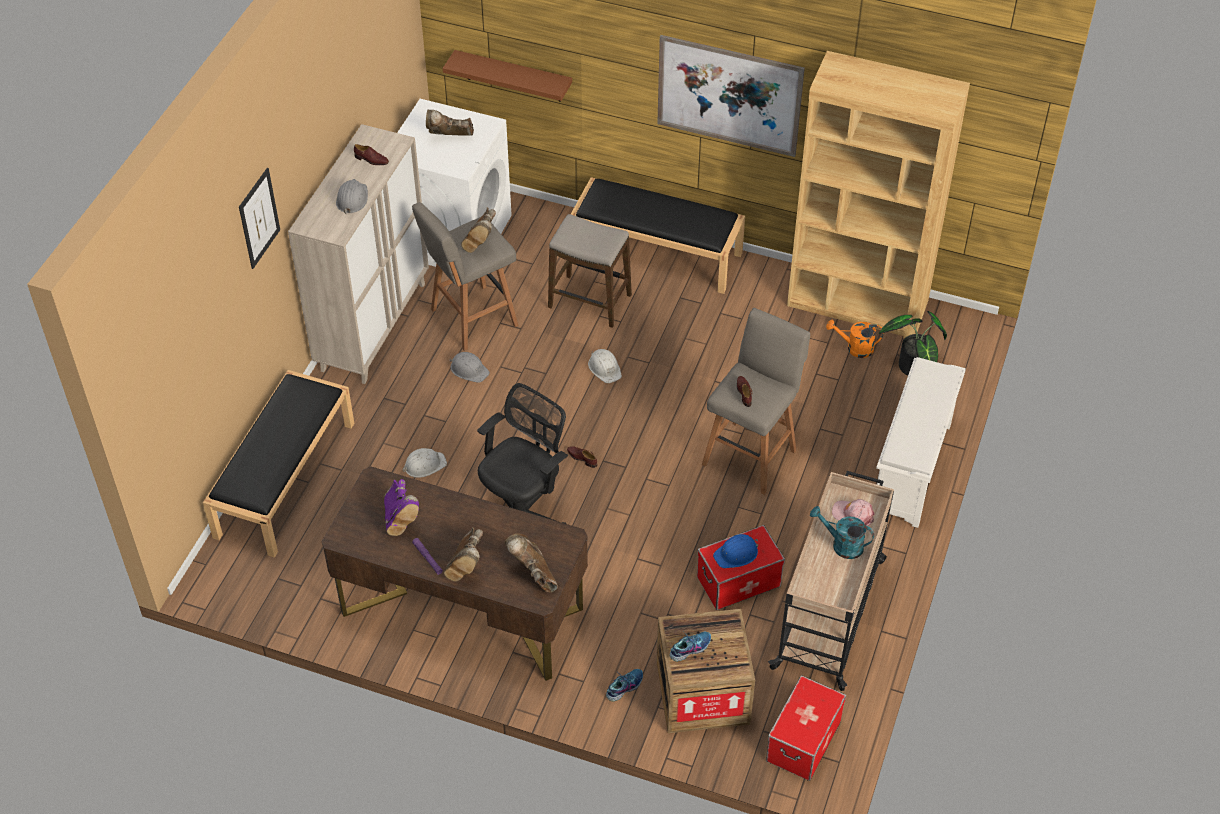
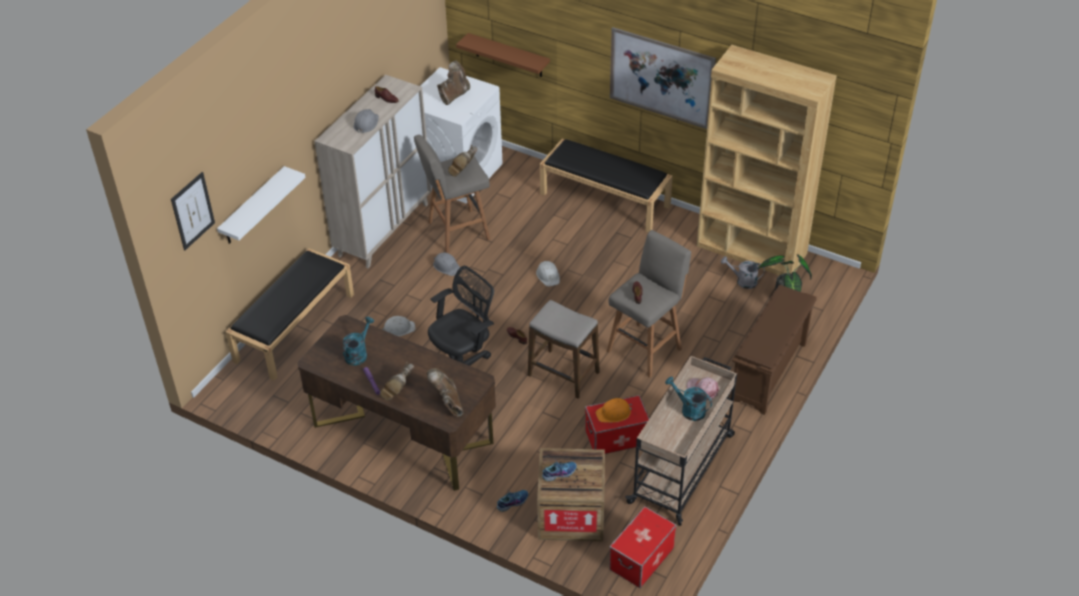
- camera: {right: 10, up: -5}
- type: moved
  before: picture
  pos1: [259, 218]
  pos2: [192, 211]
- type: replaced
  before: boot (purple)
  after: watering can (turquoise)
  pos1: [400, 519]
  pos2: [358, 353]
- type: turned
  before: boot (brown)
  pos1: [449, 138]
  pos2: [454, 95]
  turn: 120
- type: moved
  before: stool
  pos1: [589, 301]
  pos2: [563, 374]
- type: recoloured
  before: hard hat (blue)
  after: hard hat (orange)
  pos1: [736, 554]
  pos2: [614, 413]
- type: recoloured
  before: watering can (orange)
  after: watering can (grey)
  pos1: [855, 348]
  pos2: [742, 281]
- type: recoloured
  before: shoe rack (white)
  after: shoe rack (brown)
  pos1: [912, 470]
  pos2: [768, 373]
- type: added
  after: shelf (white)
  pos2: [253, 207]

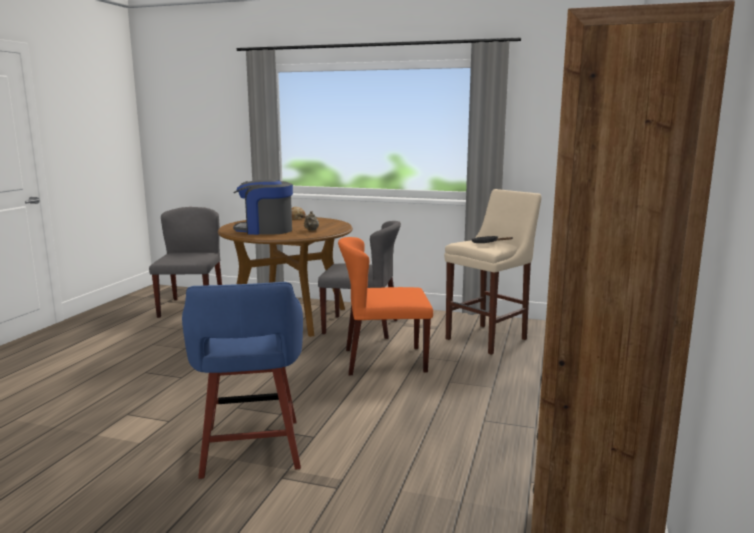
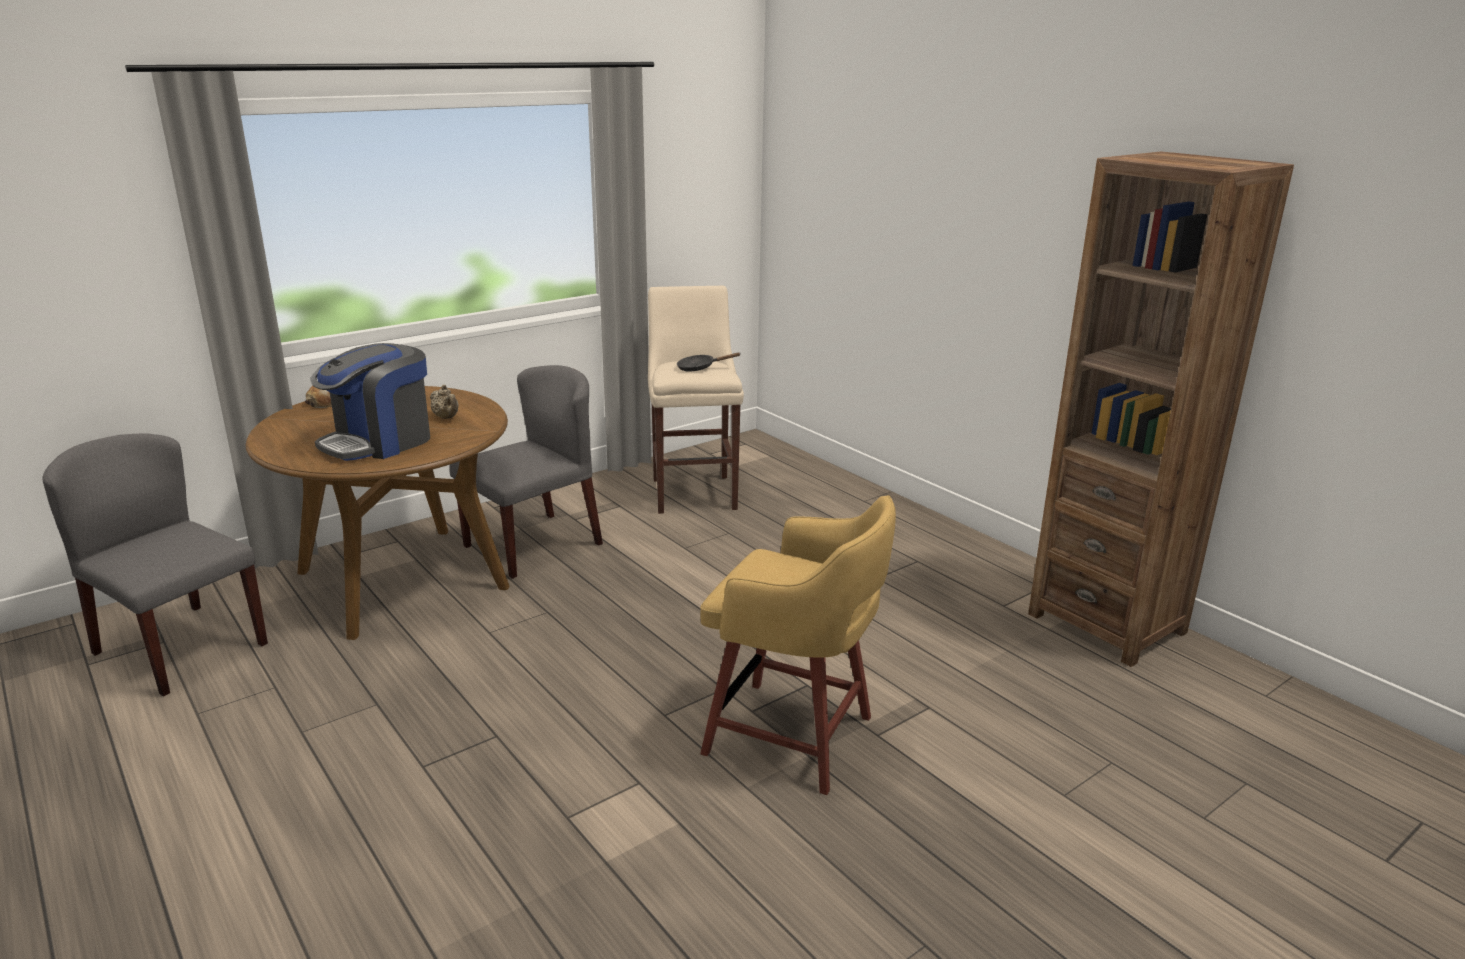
- camera: {right: -55, up: 10}
- type: recoloured
  before: stool (blue)
  after: stool (yellow)
  pos1: [250, 450]
  pos2: [793, 738]
- type: removed
  before: chair (orange)
  pos1: [384, 360]

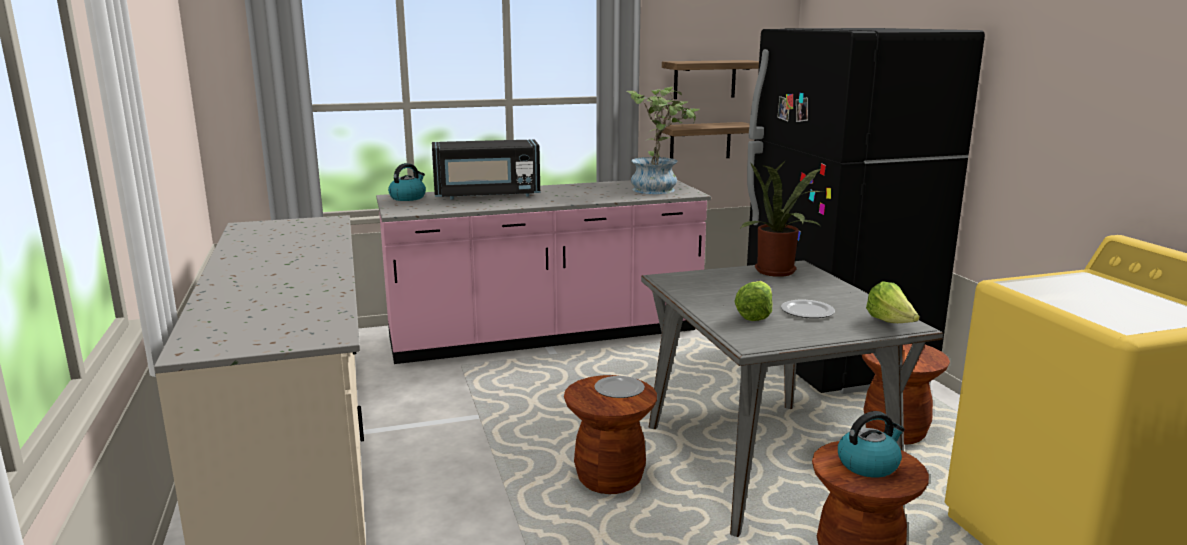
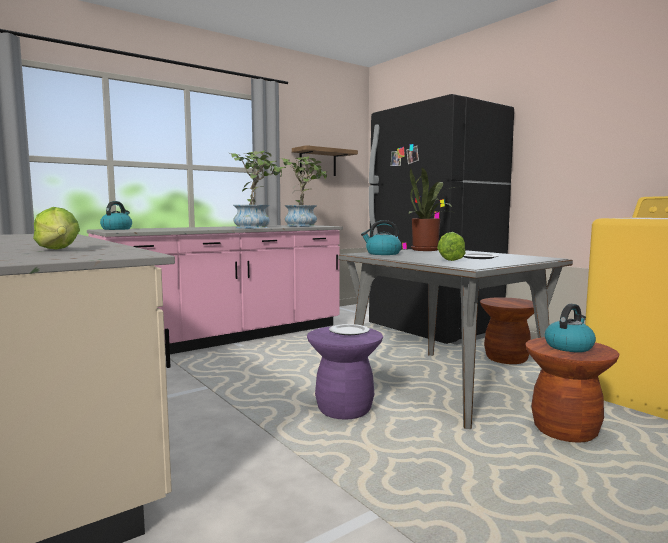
- camera: {right: -20, up: -10}
- type: removed
  before: microwave (black)
  pos1: [487, 195]
- type: recoloured
  before: stool (brown)
  after: stool (purple)
  pos1: [610, 479]
  pos2: [344, 410]
- type: removed
  before: shelf
  pos1: [700, 141]
- type: moved
  before: lettuce
  pos1: [891, 323]
  pos2: [58, 250]
- type: added
  after: potted plant
  pos2: [256, 227]
- type: added
  after: kettle
  pos2: [382, 253]

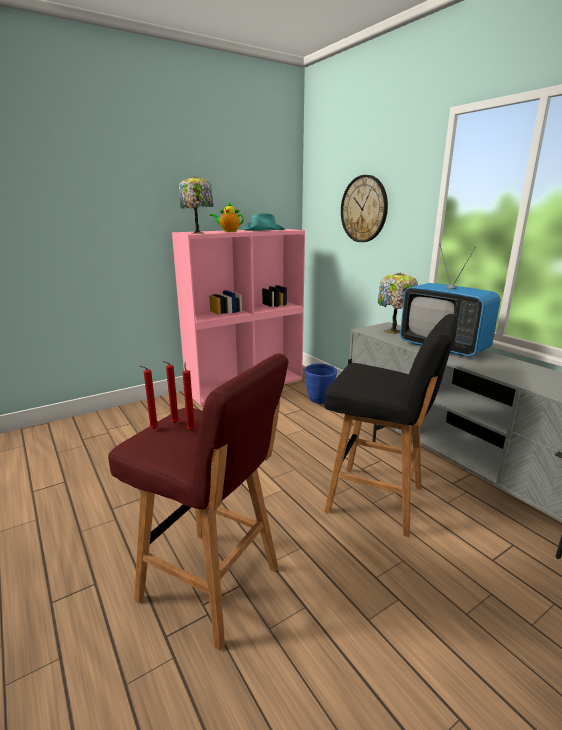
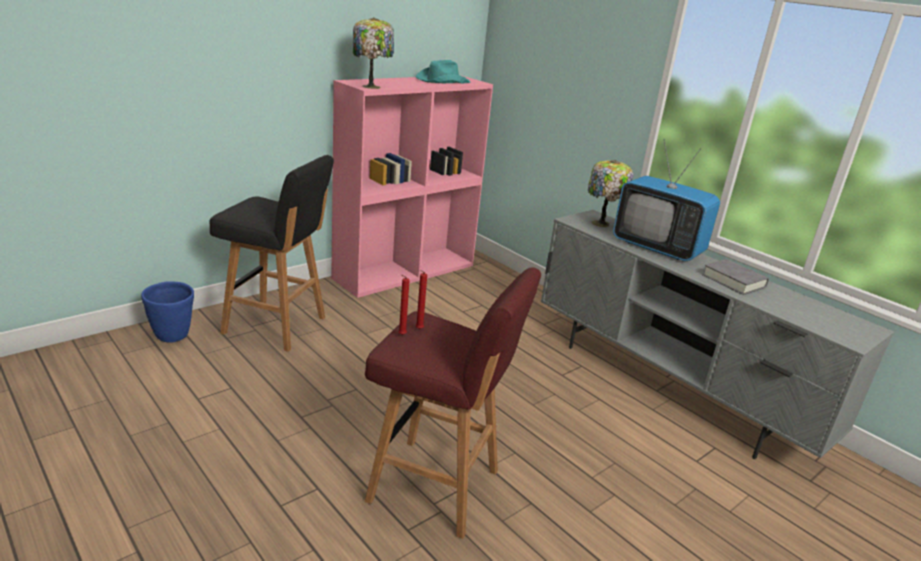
- camera: {right: -10, up: 5}
- type: removed
  before: candle (red)
  pos1: [191, 429]
- type: removed
  before: teapot
  pos1: [228, 231]
- type: moved
  before: planter (blue)
  pos1: [319, 400]
  pos2: [172, 336]
- type: moved
  before: stool (black)
  pos1: [377, 500]
  pos2: [277, 326]
- type: removed
  before: wall clock
  pos1: [364, 209]
- type: added
  after: book (grey)
  pos2: [733, 281]

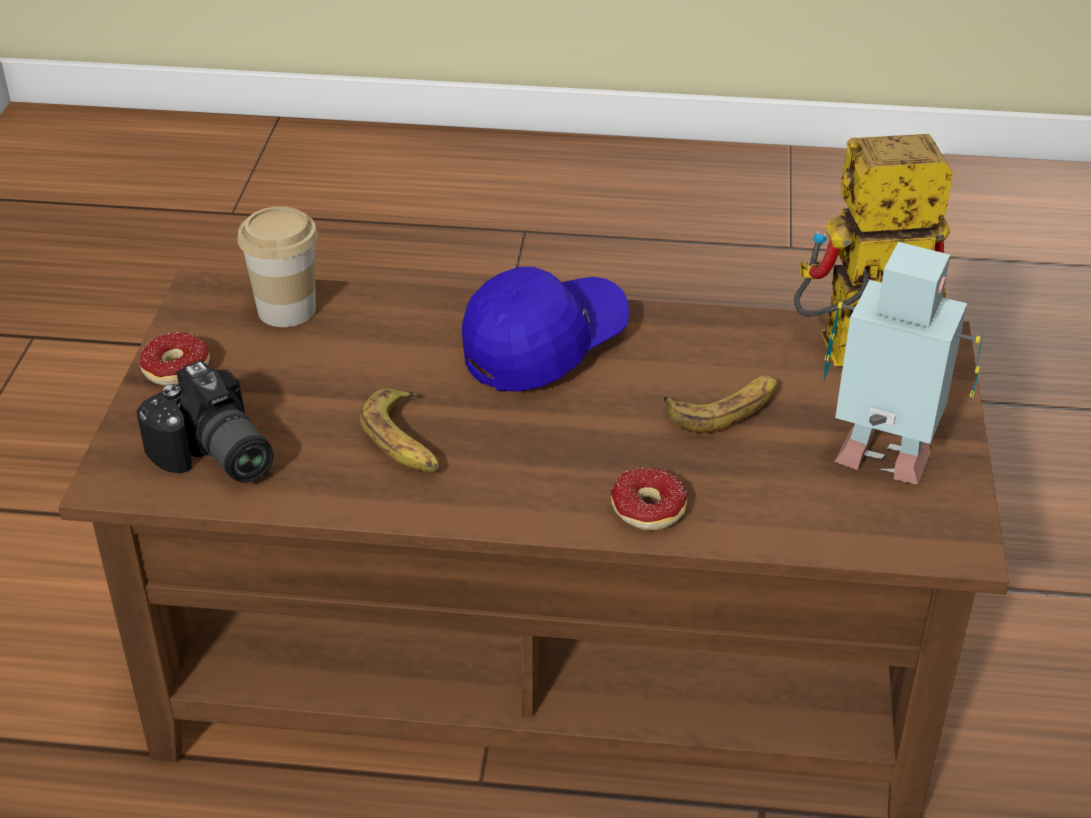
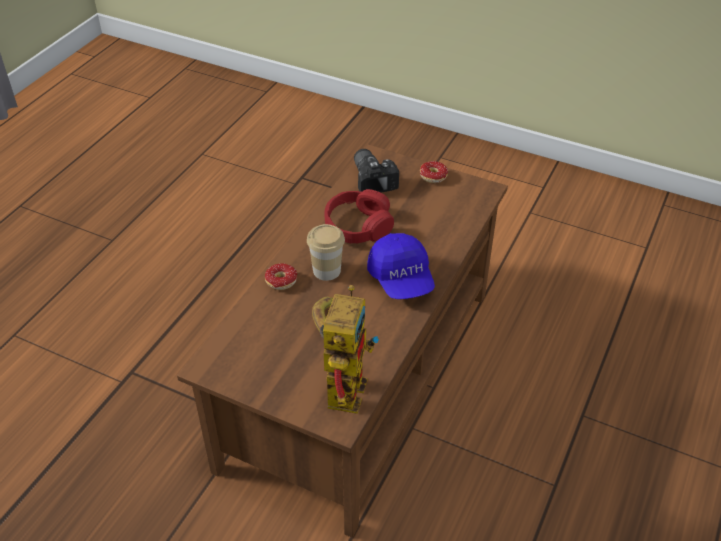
- camera: {right: 110, up: 5}
- type: turned
  before: photo camera
  pos1: [213, 458]
  pos2: [374, 178]
  turn: 90
- type: moved
  before: cup
  pos1: [287, 310]
  pos2: [326, 270]
- type: replaced
  before: banana
  after: headphones (red)
  pos1: [405, 442]
  pos2: [358, 226]
- type: removed
  before: toy robot
  pos1: [883, 465]

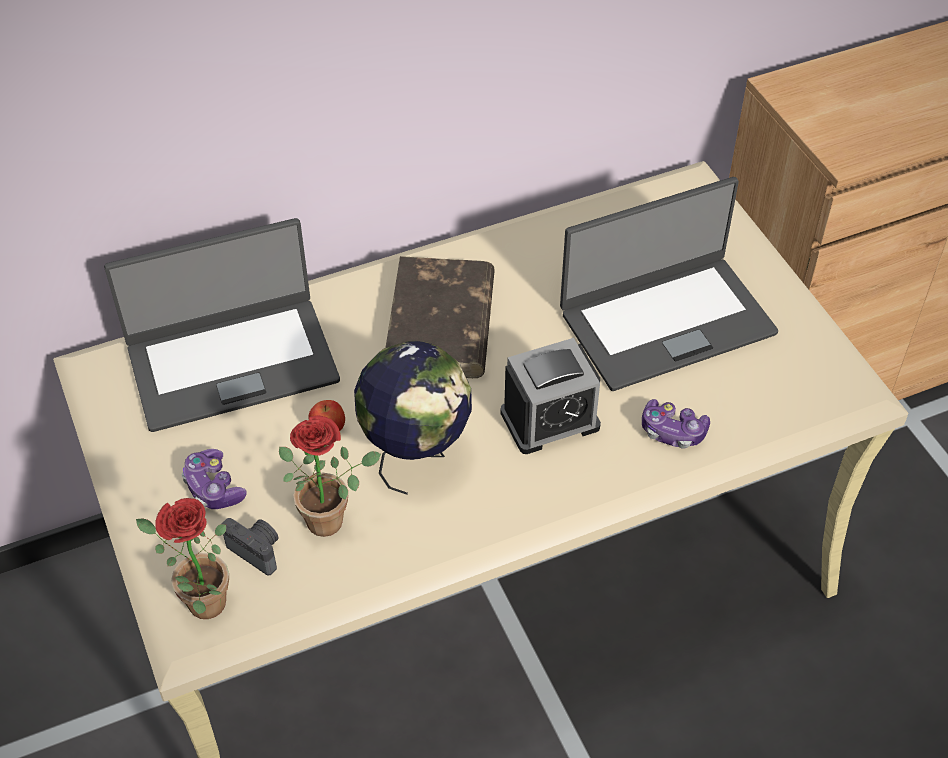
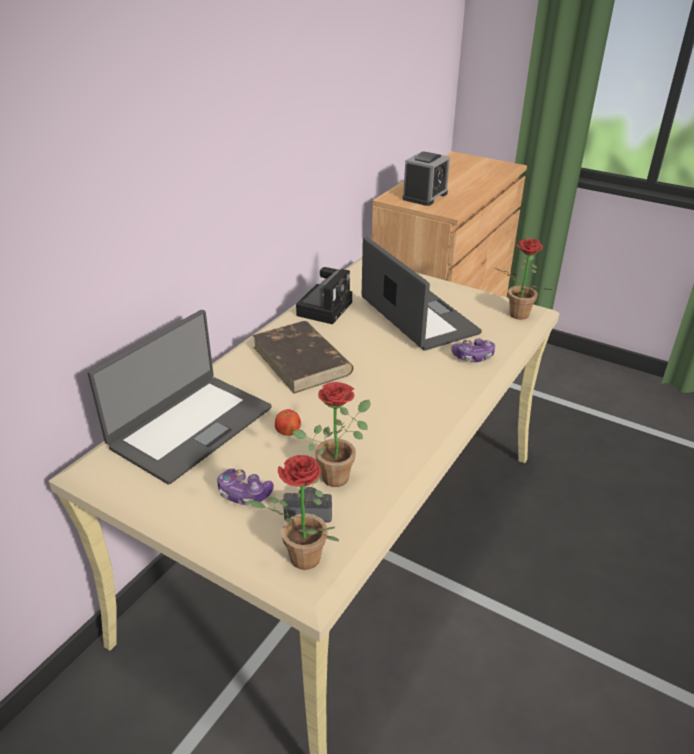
- camera: {right: -35, up: -15}
- type: removed
  before: globe
  pos1: [416, 455]
- type: moved
  before: alarm clock
  pos1: [550, 420]
  pos2: [425, 196]
- type: turned
  before: laptop
  pos1: [665, 321]
  pos2: [417, 317]
  turn: -60
- type: added
  after: photo camera
  pos2: [325, 307]
- type: added
  after: potted plant
  pos2: [515, 315]

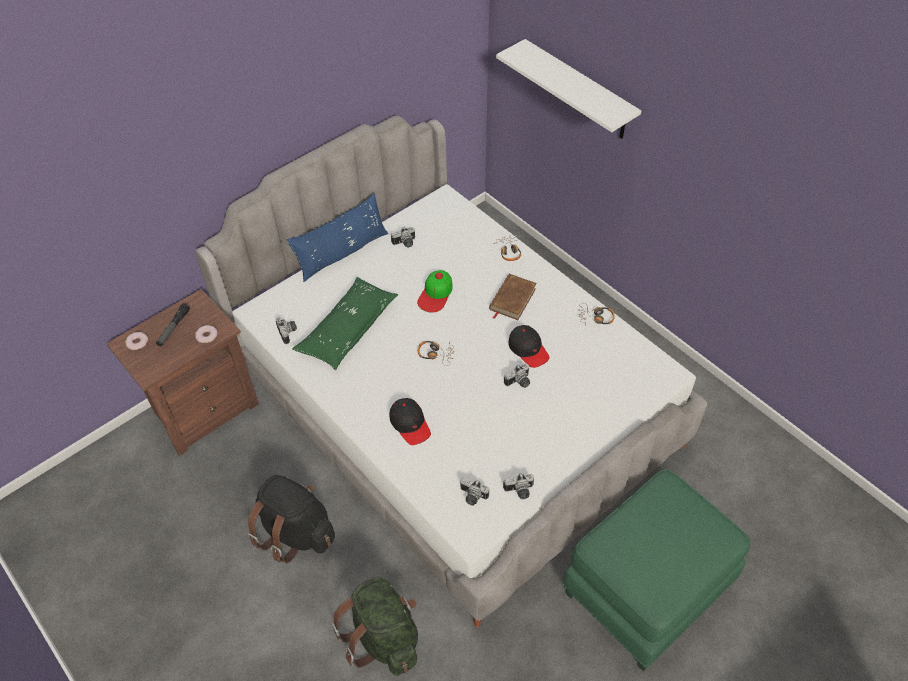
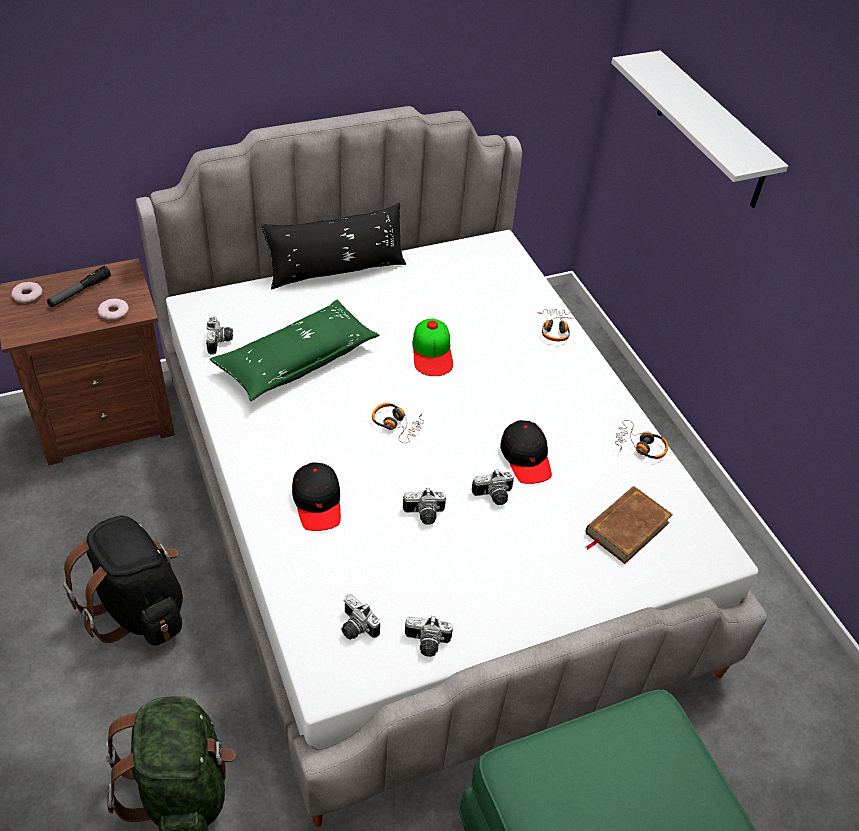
- camera: {right: 15, up: -5}
- type: recoloured
  before: pillow (blue)
  after: pillow (black)
  pos1: [342, 253]
  pos2: [336, 271]
- type: moved
  before: photo camera
  pos1: [405, 243]
  pos2: [424, 515]
- type: turned
  before: cap
  pos1: [435, 294]
  pos2: [432, 352]
  turn: -45
- type: moved
  before: book (brown)
  pos1: [512, 299]
  pos2: [626, 527]

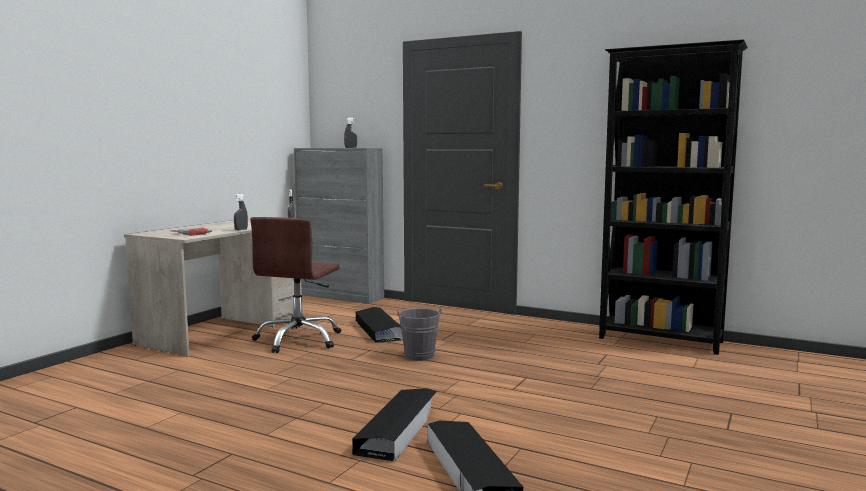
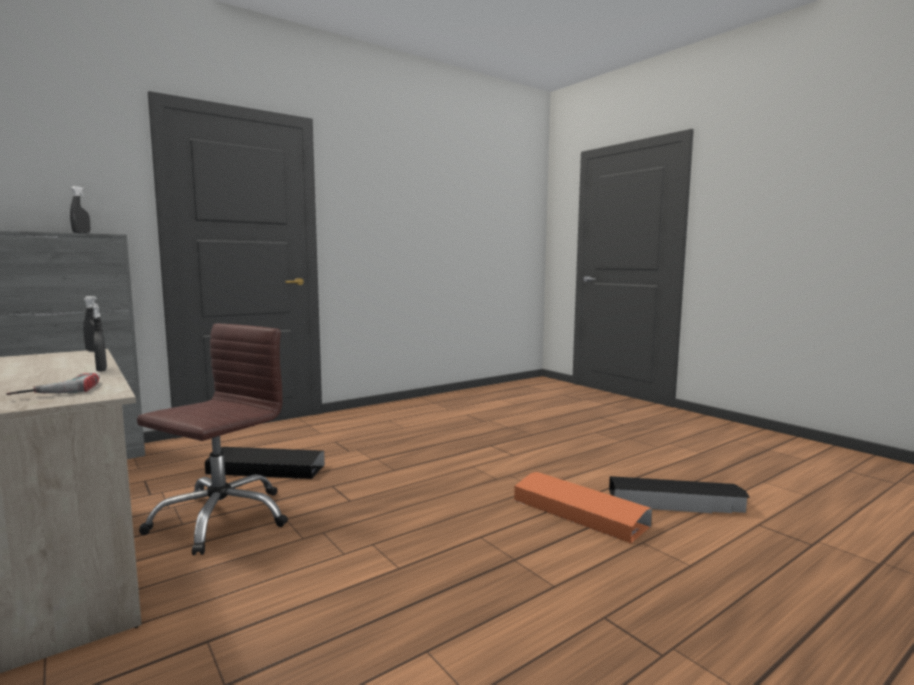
- camera: {right: -65, up: 0}
- type: turned
  before: office chair (brown)
  pos1: [299, 340]
  pos2: [221, 518]
  turn: -105
- type: recoloured
  before: storage box (black)
  after: storage box (orange)
  pos1: [398, 430]
  pos2: [578, 513]
- type: removed
  before: bucket (grey)
  pos1: [420, 357]
- type: removed
  before: bookcase (black)
  pos1: [661, 340]

